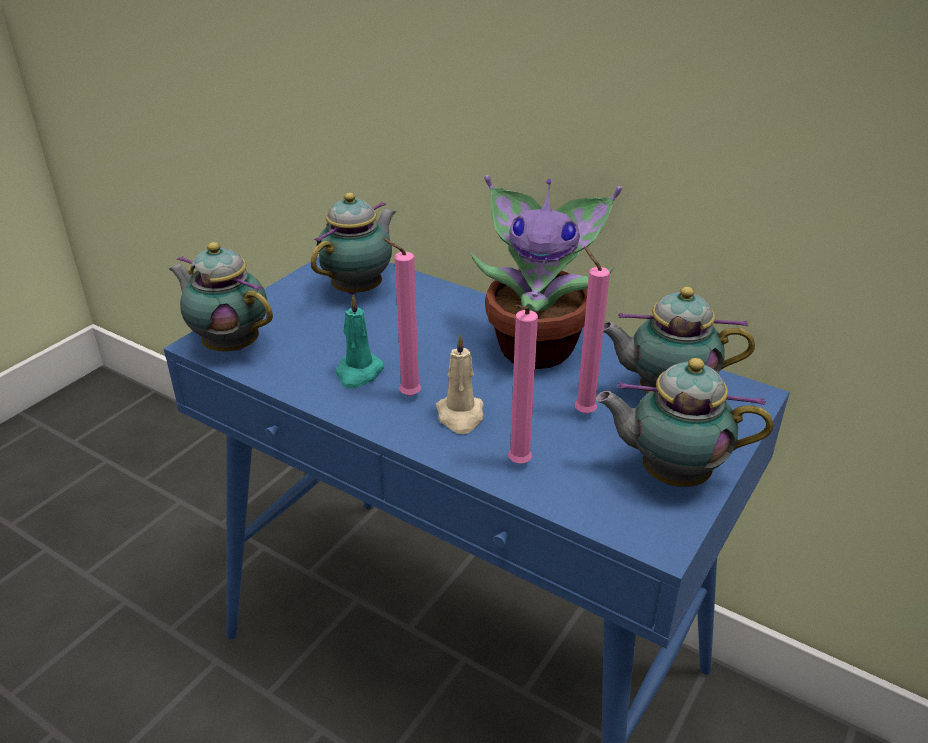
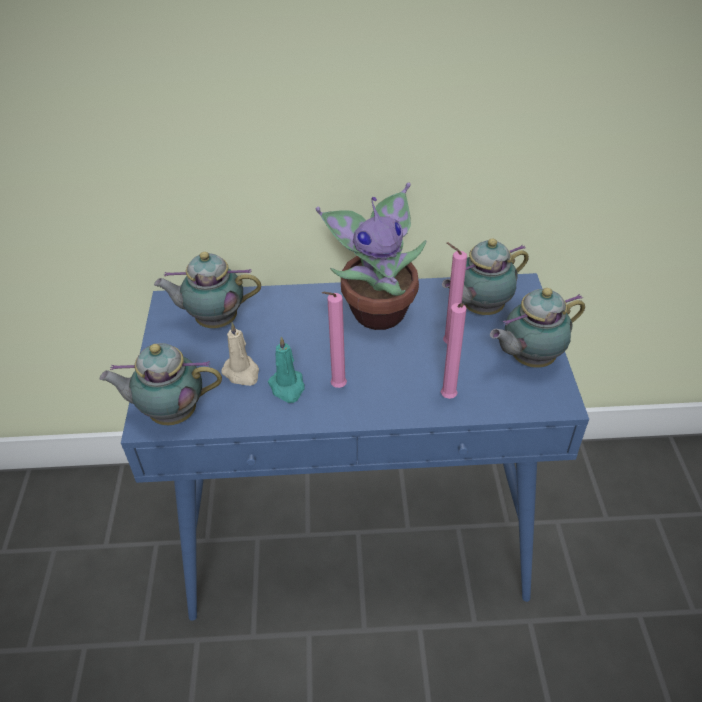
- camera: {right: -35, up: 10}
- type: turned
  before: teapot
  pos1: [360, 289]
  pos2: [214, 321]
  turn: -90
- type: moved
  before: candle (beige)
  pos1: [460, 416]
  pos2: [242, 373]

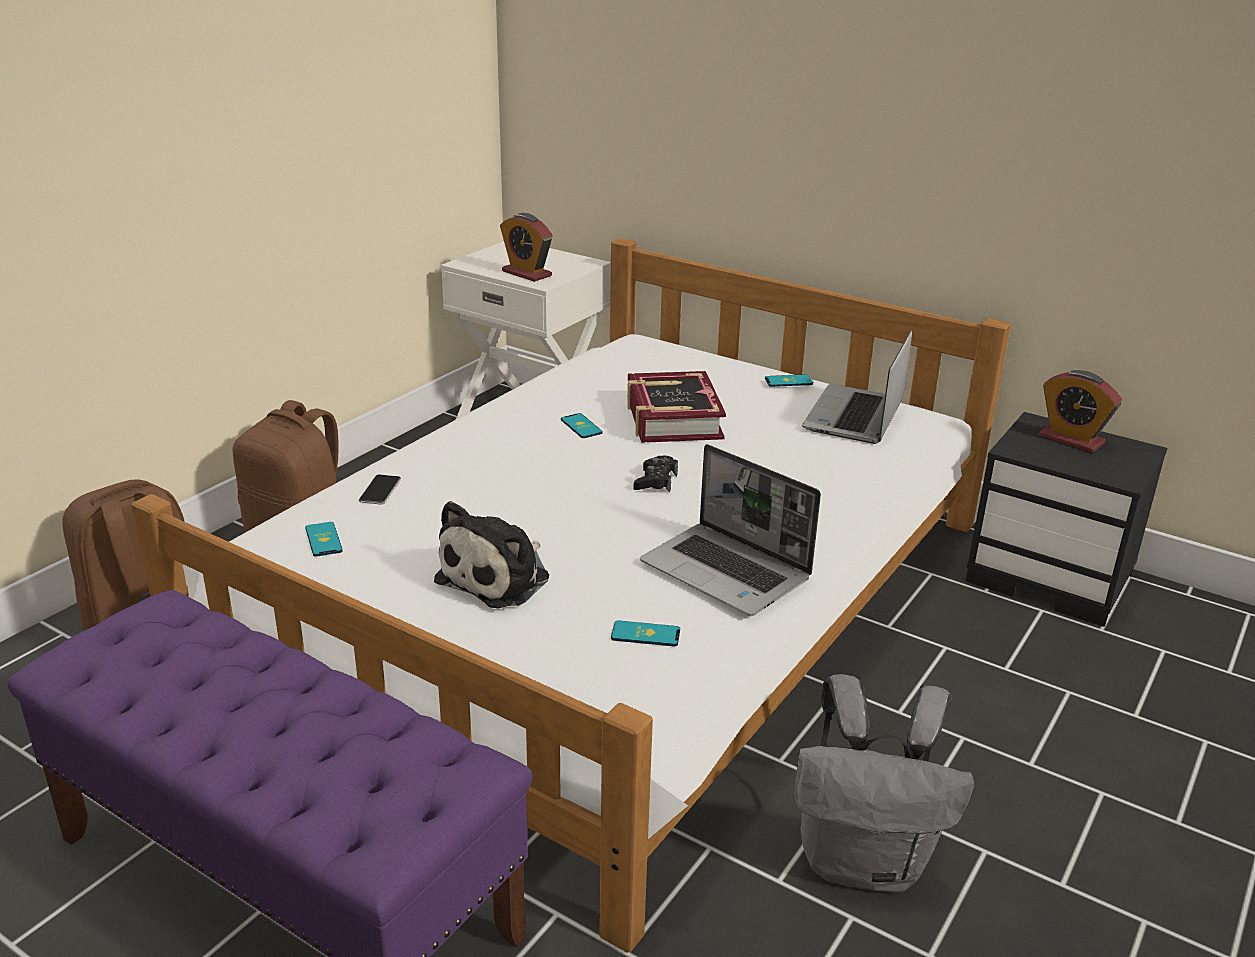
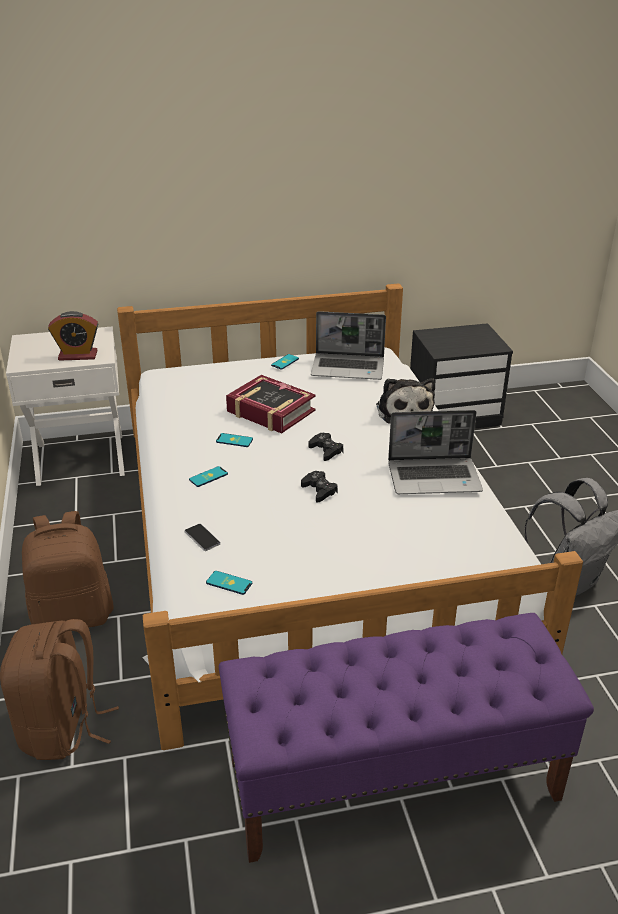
- camera: {right: -45, up: 5}
- type: moved
  before: plush toy
  pos1: [498, 577]
  pos2: [403, 410]
- type: moved
  before: phone
  pos1: [645, 634]
  pos2: [208, 477]
- type: turned
  before: laptop
  pos1: [855, 417]
  pos2: [349, 368]
  turn: -60
- type: removed
  before: alarm clock
  pos1: [1071, 439]
- type: added
  after: game controller (black)
  pos2: [319, 490]

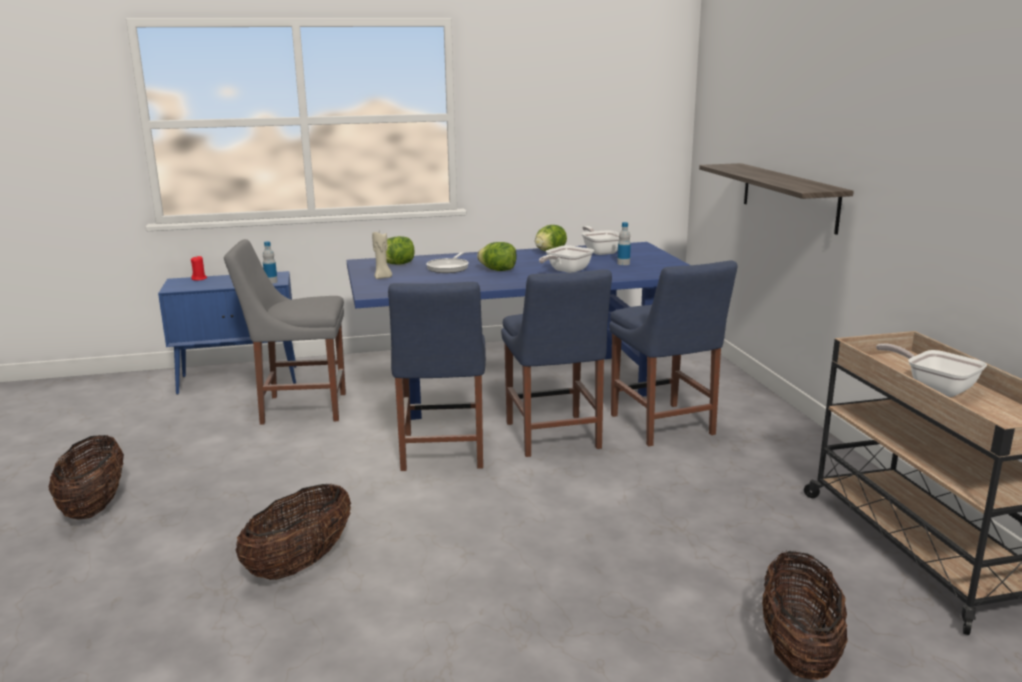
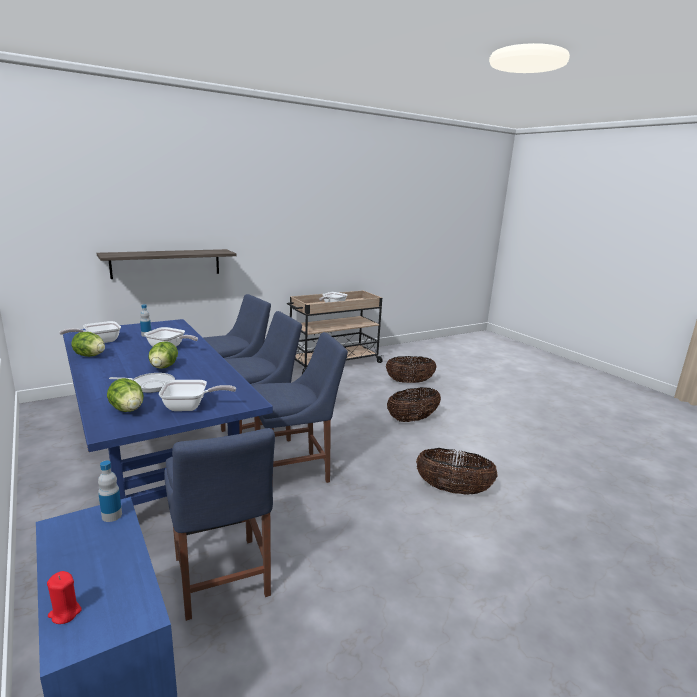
- camera: {right: -110, up: 0}
- type: moved
  before: basket
  pos1: [94, 506]
  pos2: [412, 419]
- type: recoloured
  before: chair (grey)
  after: chair (blue)
  pos1: [299, 408]
  pos2: [221, 580]
- type: replaced
  before: candle (beige)
  after: frying pan
  pos1: [382, 278]
  pos2: [190, 407]

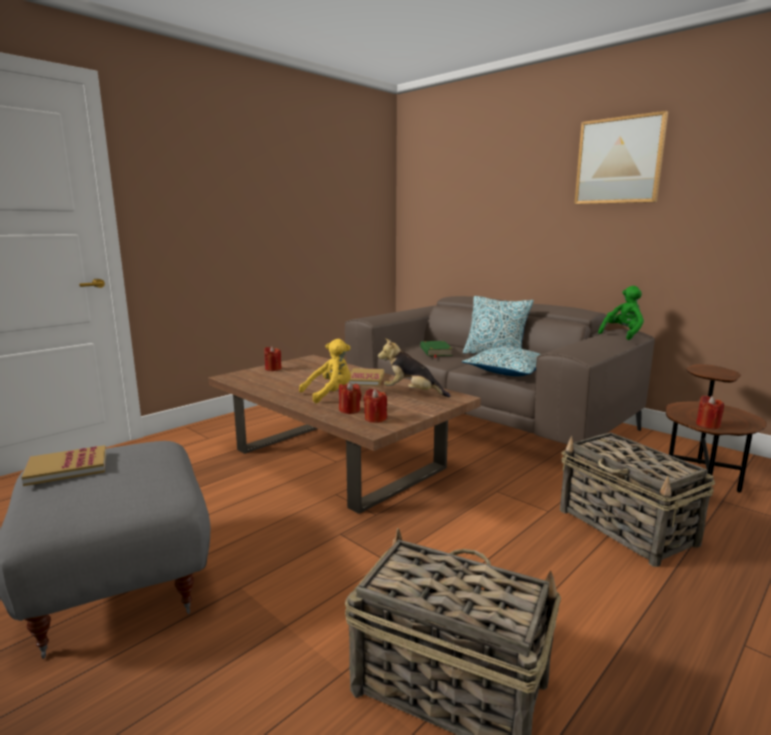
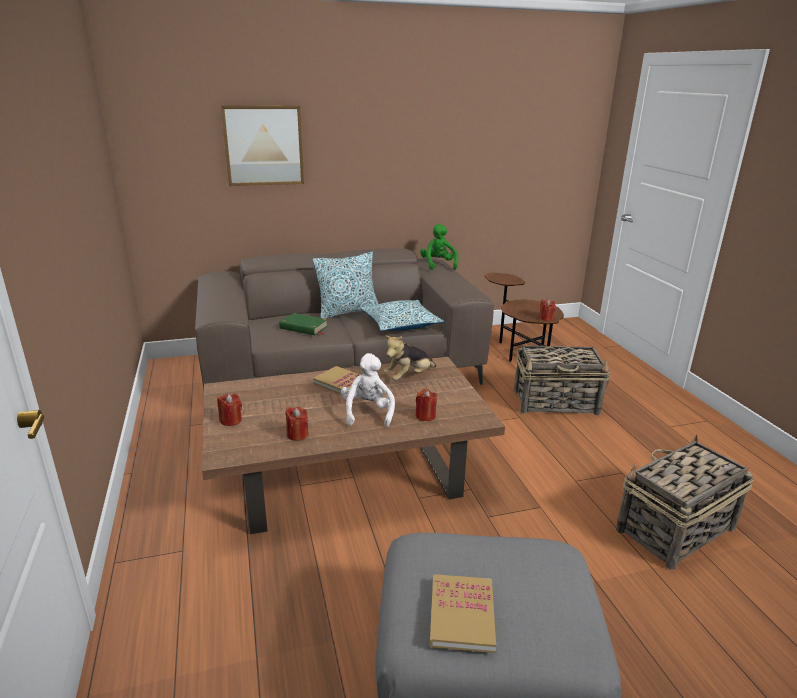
- camera: {right: -60, up: 10}
- type: recoloured
  before: plush toy (yellow)
  after: plush toy (white)
  pos1: [330, 394]
  pos2: [368, 412]
- type: moved
  before: candle (red)
  pos1: [375, 419]
  pos2: [297, 434]
- type: moved
  before: picture
  pos1: [619, 161]
  pos2: [263, 145]

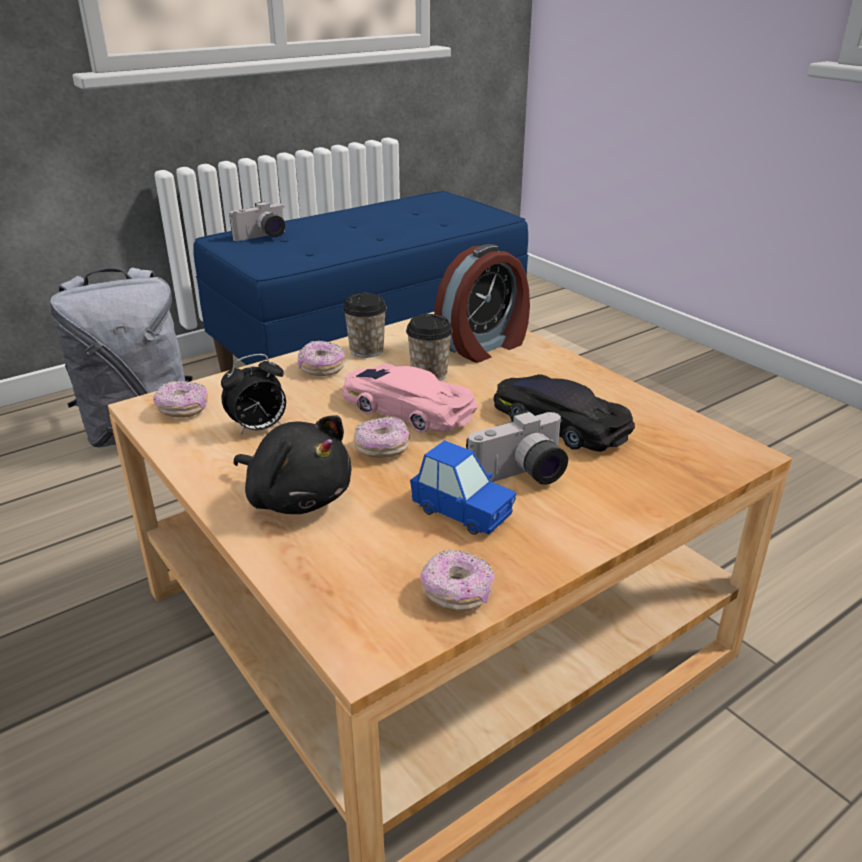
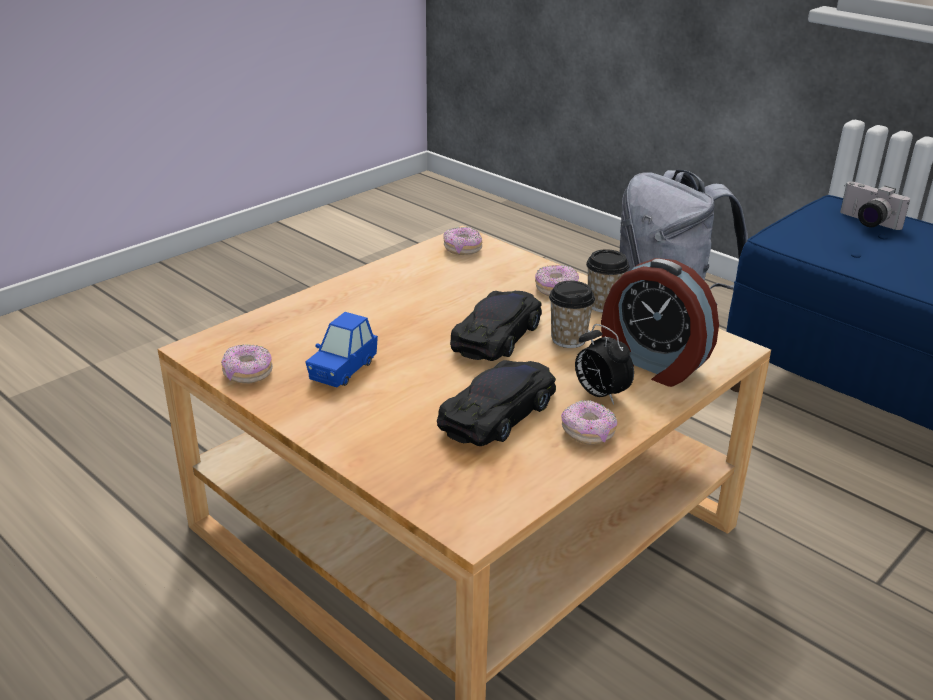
- camera: {right: 80, up: 0}
- type: moved
  before: alarm clock
  pos1: [258, 429]
  pos2: [599, 394]
- type: removed
  before: plush toy (black)
  pos1: [297, 497]
- type: recoloured
  before: toy car (pink)
  after: toy car (black)
  pos1: [406, 408]
  pos2: [498, 334]
- type: moved
  before: donut
  pos1: [382, 449]
  pos2: [588, 433]
- type: removed
  before: photo camera
  pos1: [521, 477]

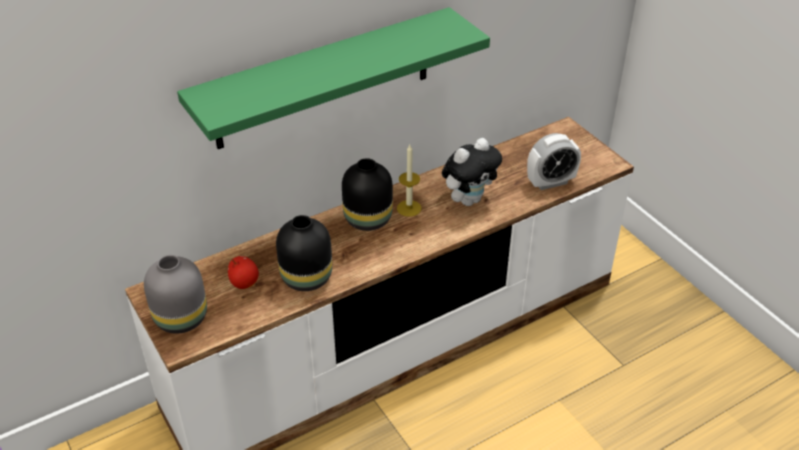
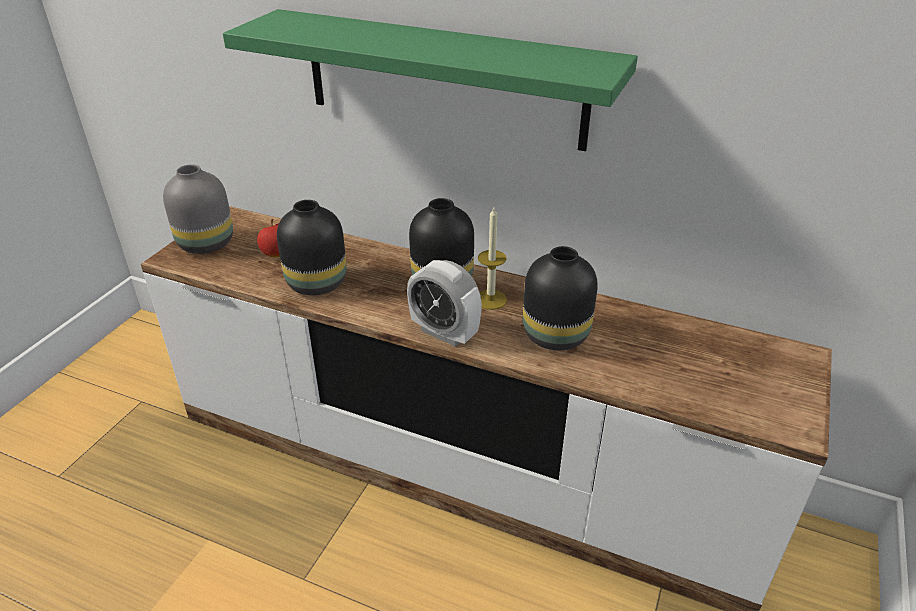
- camera: {right: 55, up: -5}
- type: replaced
  before: plush toy
  after: vase (black)
  pos1: [469, 199]
  pos2: [557, 335]
- type: moved
  before: alarm clock
  pos1: [550, 182]
  pos2: [444, 333]

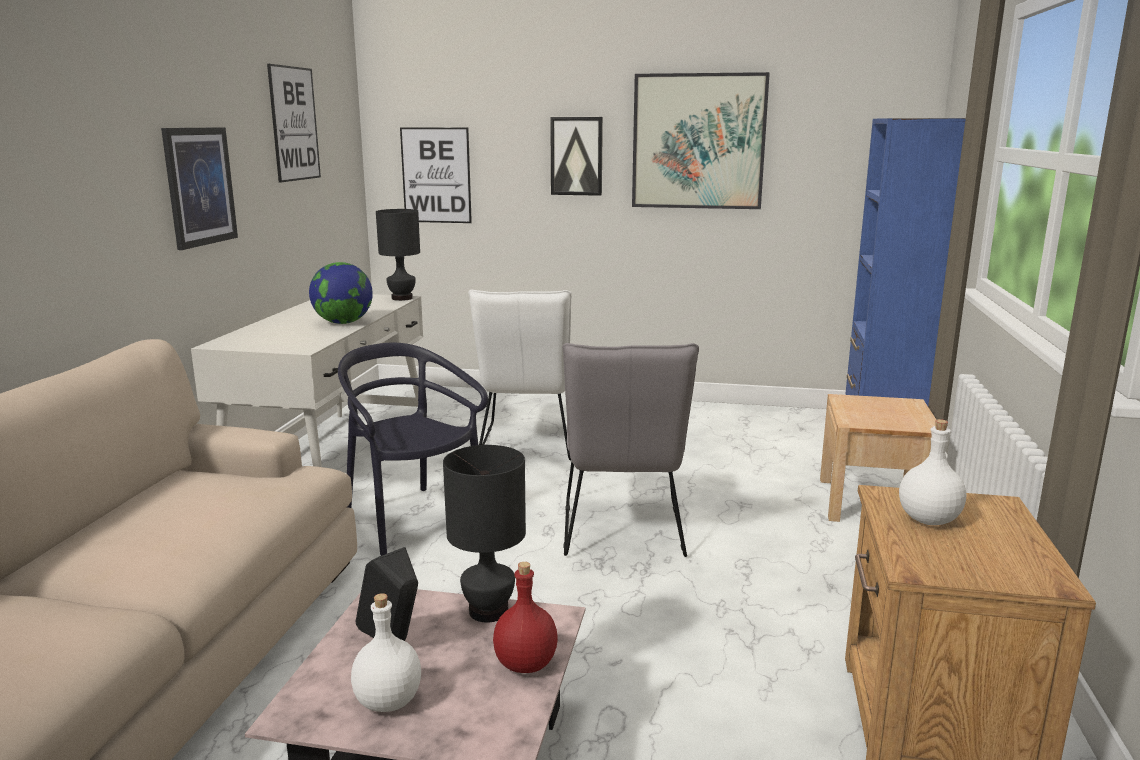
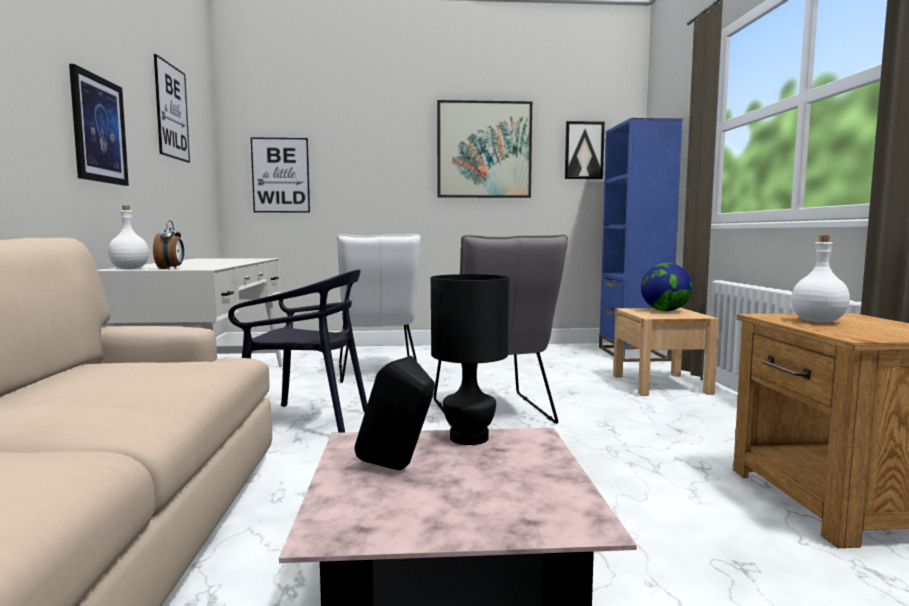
- camera: {right: -15, up: -10}
- type: moved
  before: globe
  pos1: [343, 323]
  pos2: [665, 311]
- type: turned
  before: chair (black)
  pos1: [412, 519]
  pos2: [306, 422]
  turn: 150
- type: moved
  before: bottle (white)
  pos1: [387, 702]
  pos2: [129, 269]
- type: removed
  before: table lamp (black)
  pos1: [402, 298]
- type: removed
  before: bottle (red)
  pos1: [526, 663]
- type: moved
  before: picture
  pos1: [576, 156]
  pos2: [584, 150]
- type: added
  after: alarm clock
  pos2: [171, 269]

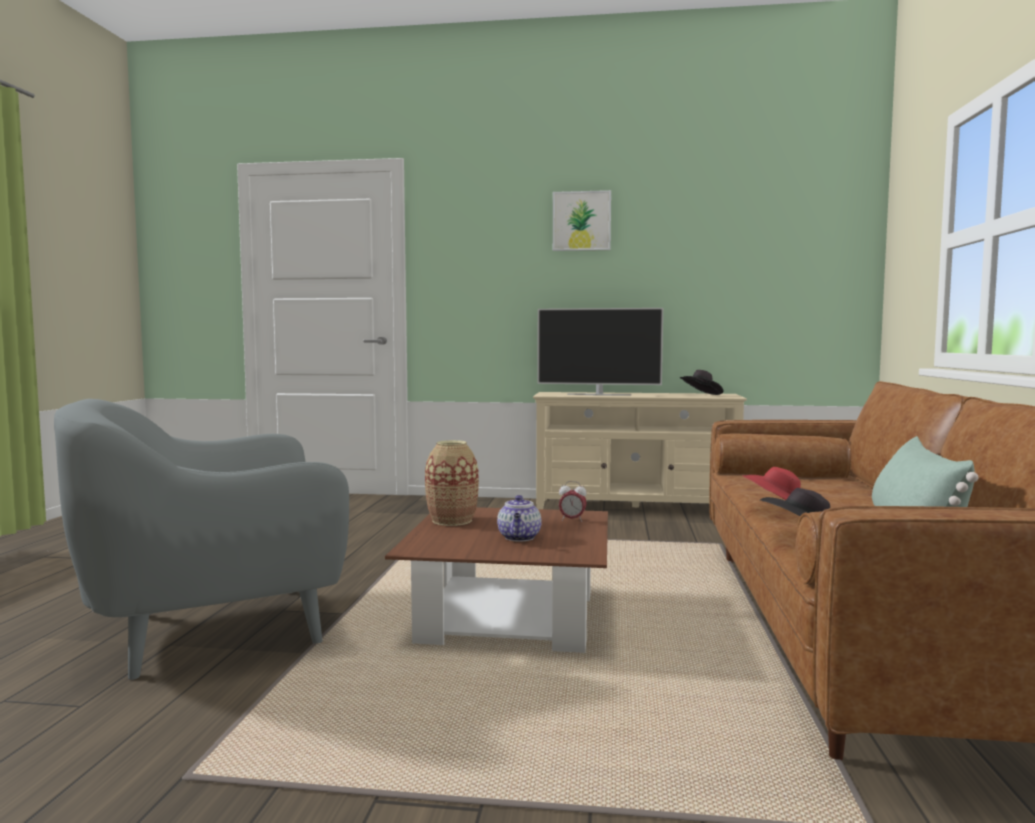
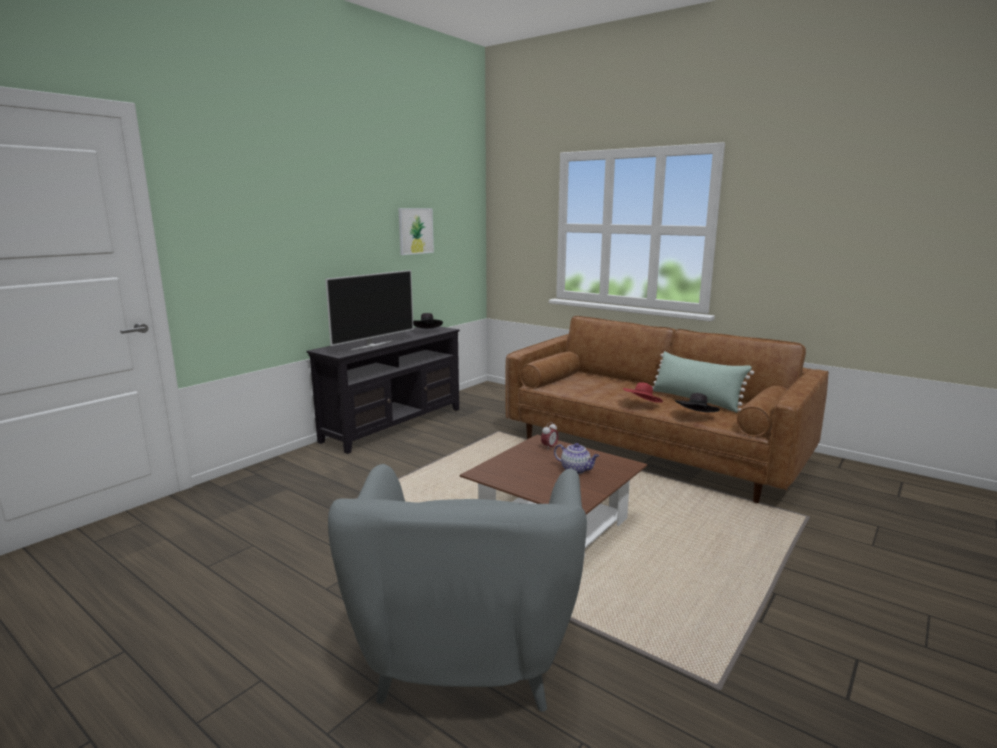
- camera: {right: -60, up: 10}
- type: removed
  before: vase
  pos1: [452, 520]
- type: recoloured
  before: tv stand (beige)
  after: tv stand (black)
  pos1: [635, 508]
  pos2: [393, 425]
- type: moved
  before: picture
  pos1: [581, 221]
  pos2: [415, 231]

